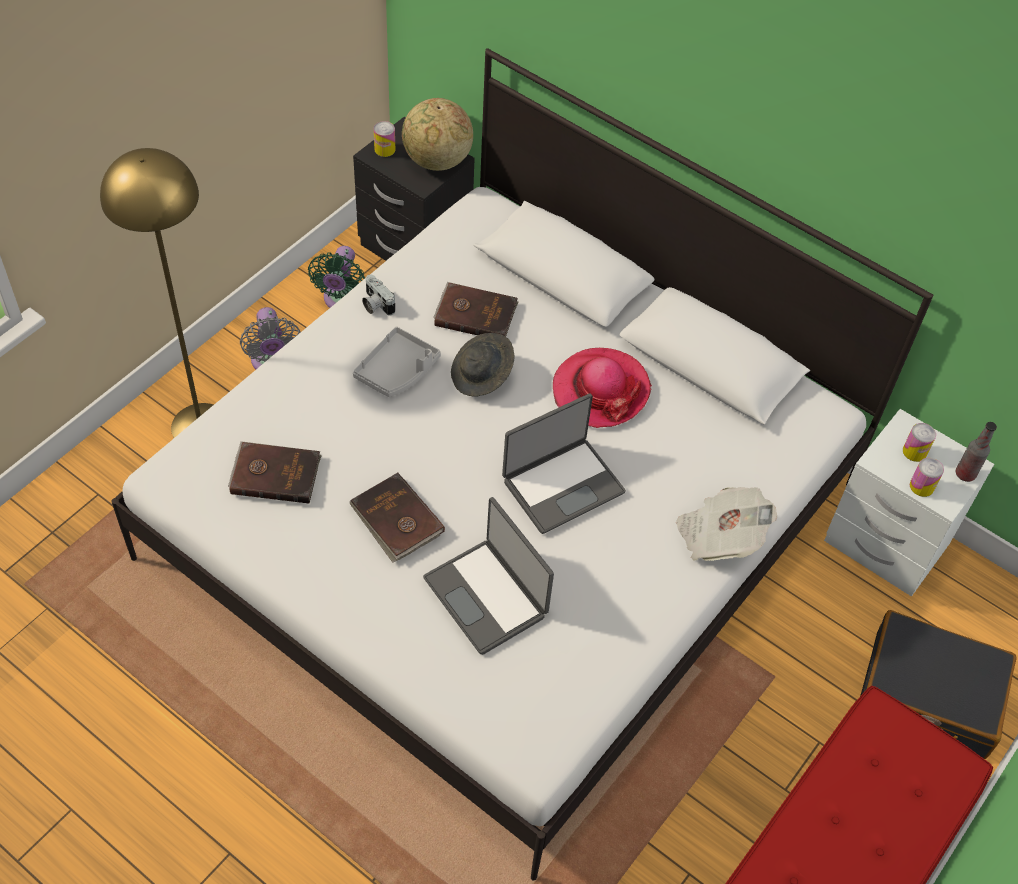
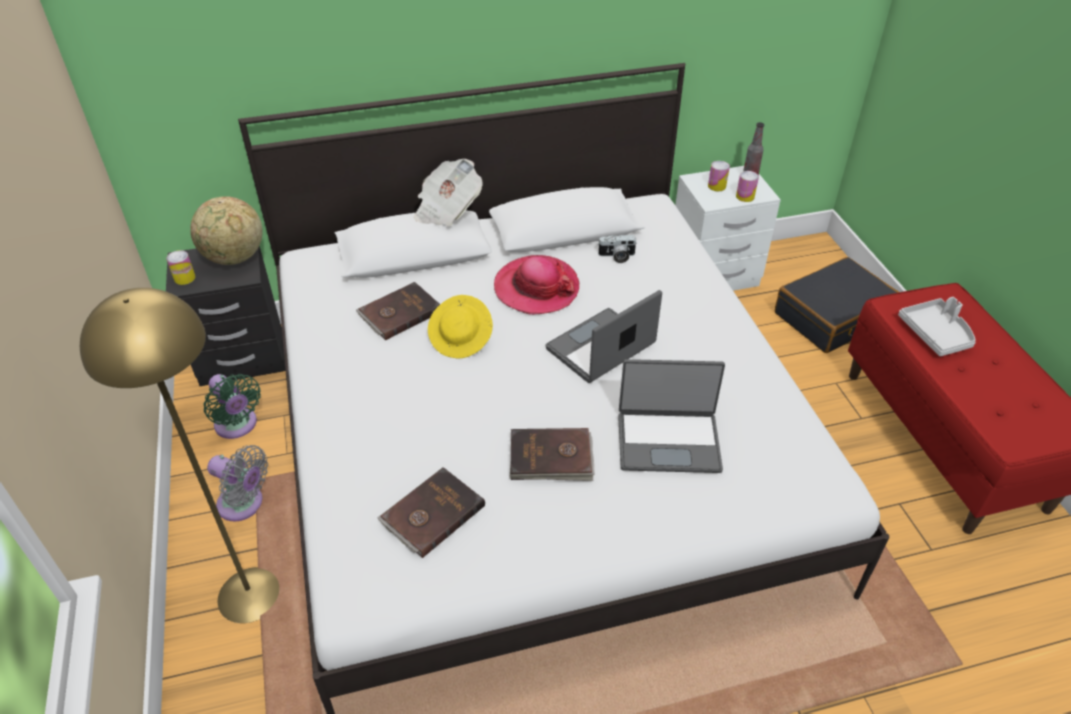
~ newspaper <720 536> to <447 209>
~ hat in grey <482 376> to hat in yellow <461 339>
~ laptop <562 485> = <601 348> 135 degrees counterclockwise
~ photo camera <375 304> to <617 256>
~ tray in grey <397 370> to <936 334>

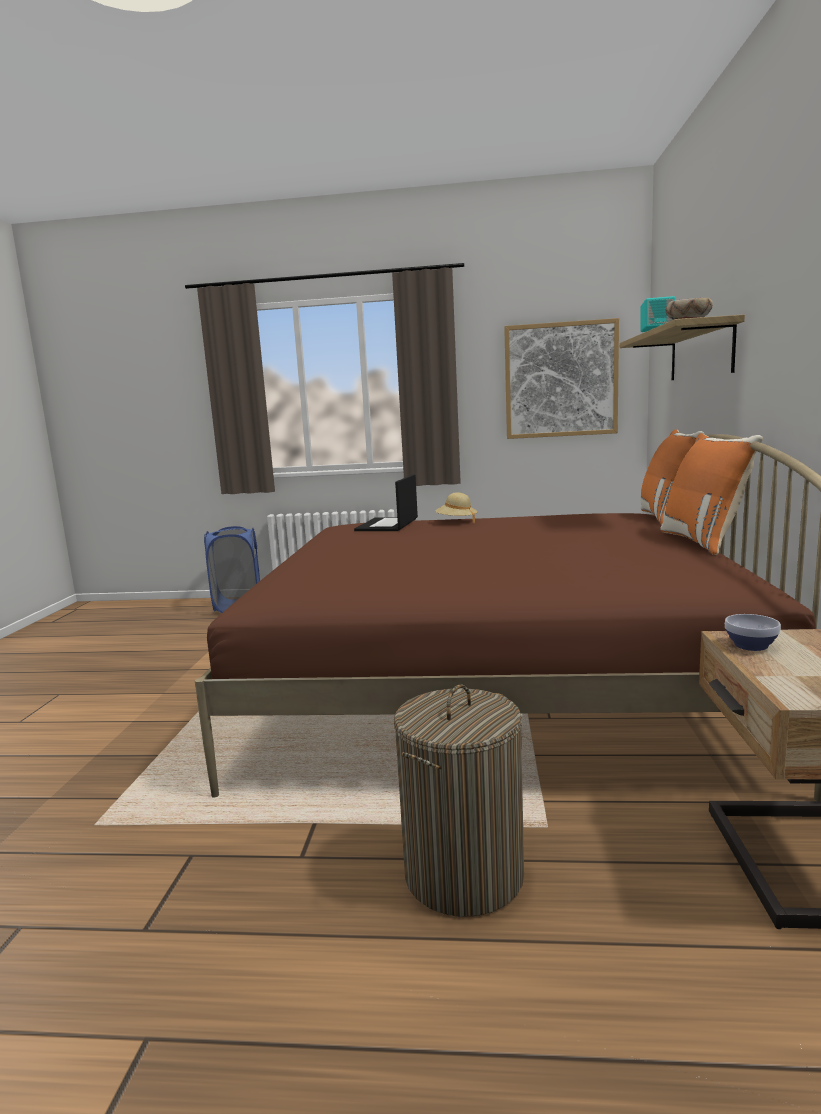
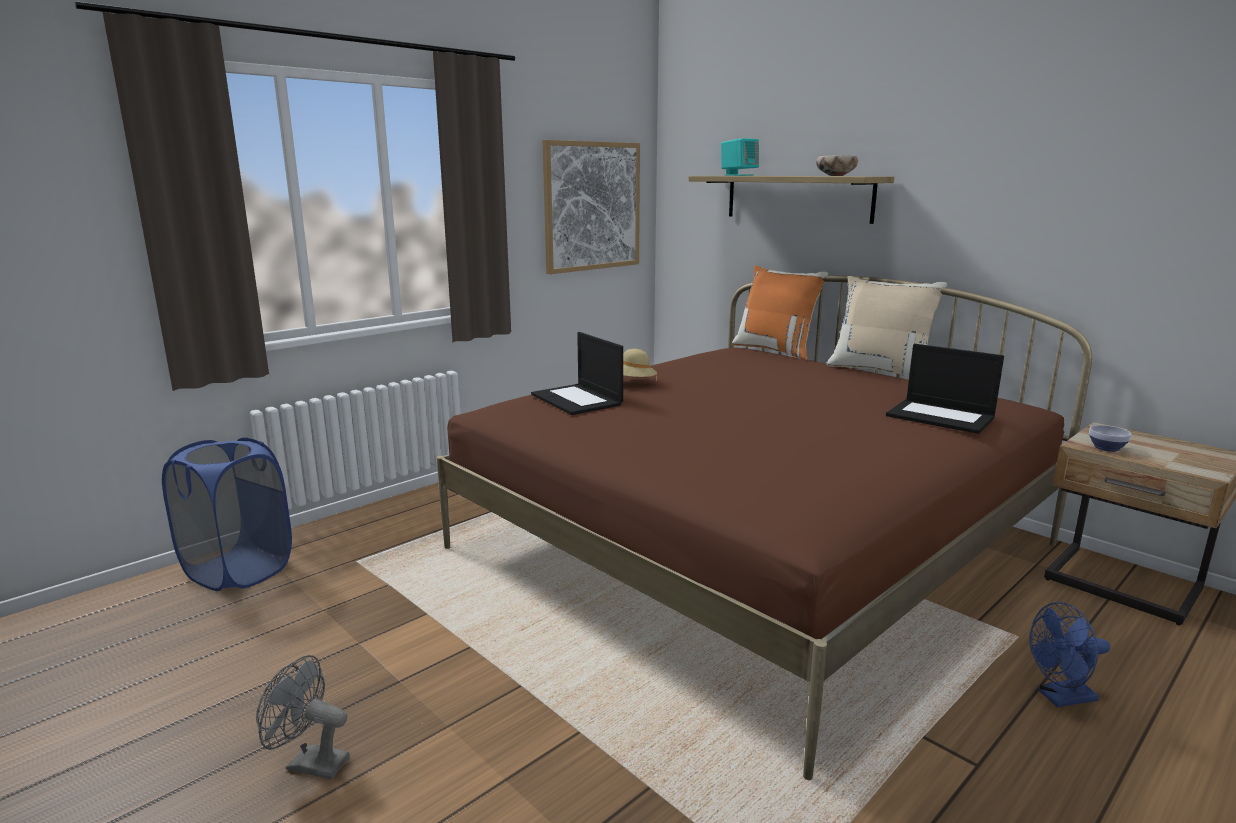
+ fan in grey <309 763>
~ pillow in orange <705 541> to pillow in beige <881 371>
+ laptop <941 416>
~ laundry basket <464 874> to fan in blue <1060 698>

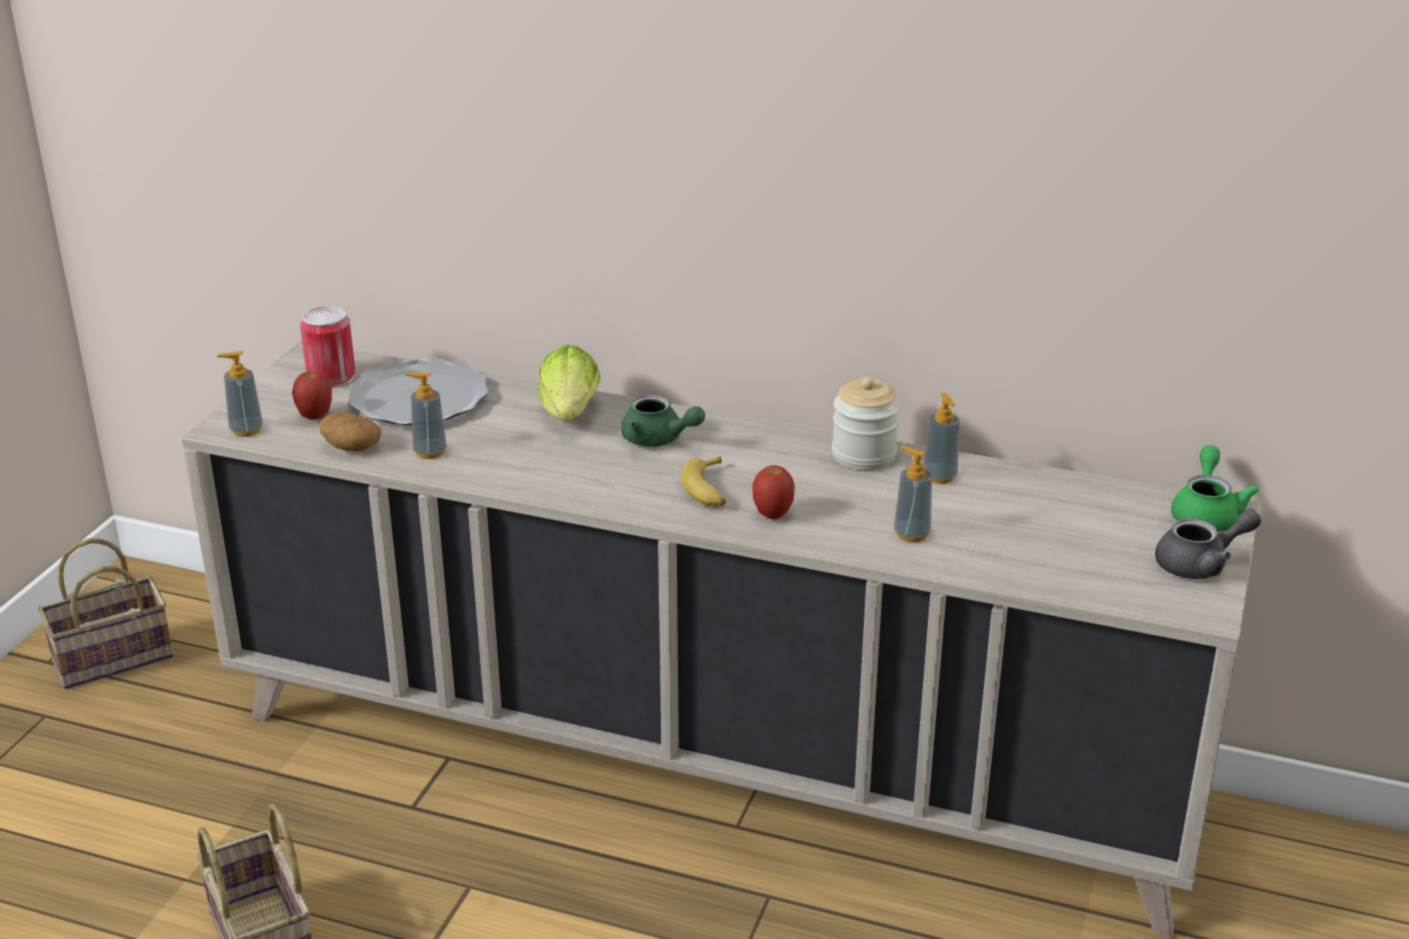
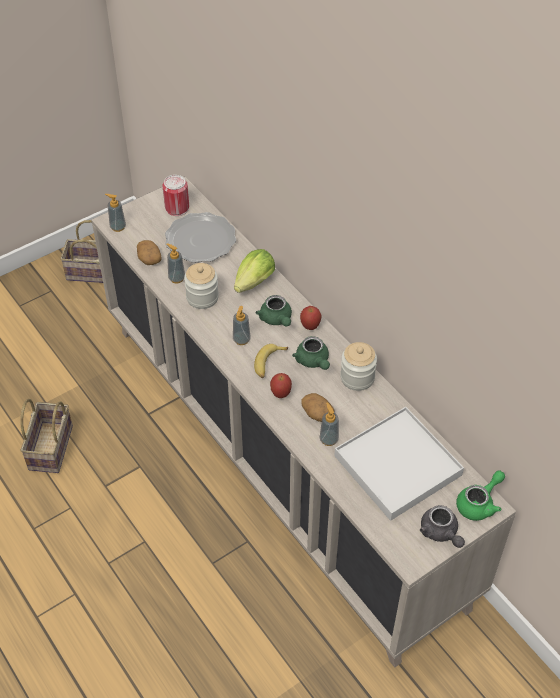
+ jar <202 297>
~ soap dispenser <939 477> to <241 339>
+ teapot in green <313 361>
~ apple <315 417> to <310 326>
+ potato <316 413>
+ tray in white <397 465>
~ teapot in grey <1201 564> = <440 533> 45 degrees clockwise

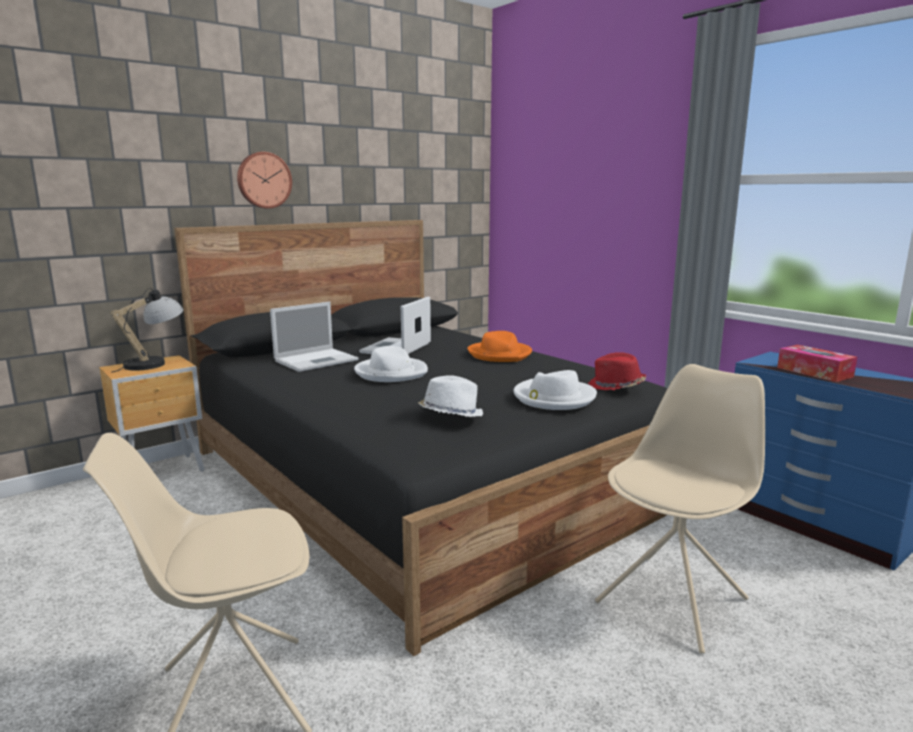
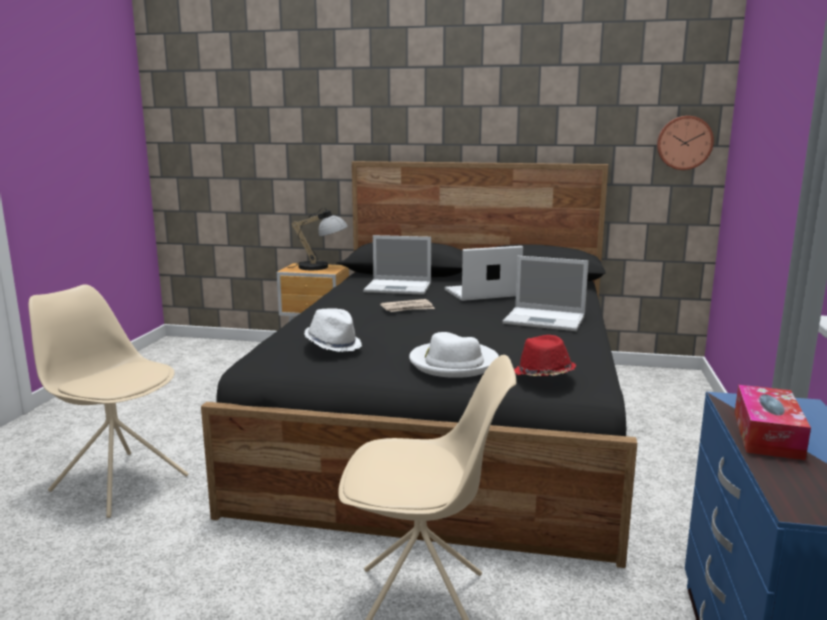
~ hat in white <391 373> to newspaper <408 308>
~ hat in orange <500 354> to laptop <546 320>
~ wall clock <263 180> to <684 143>

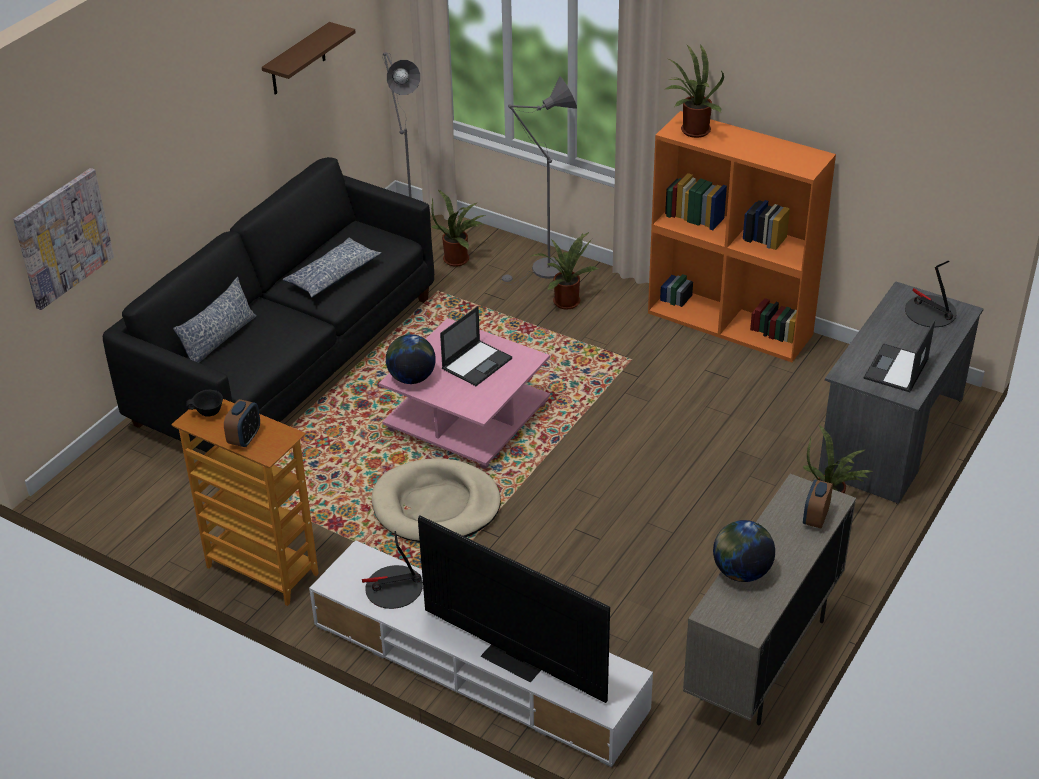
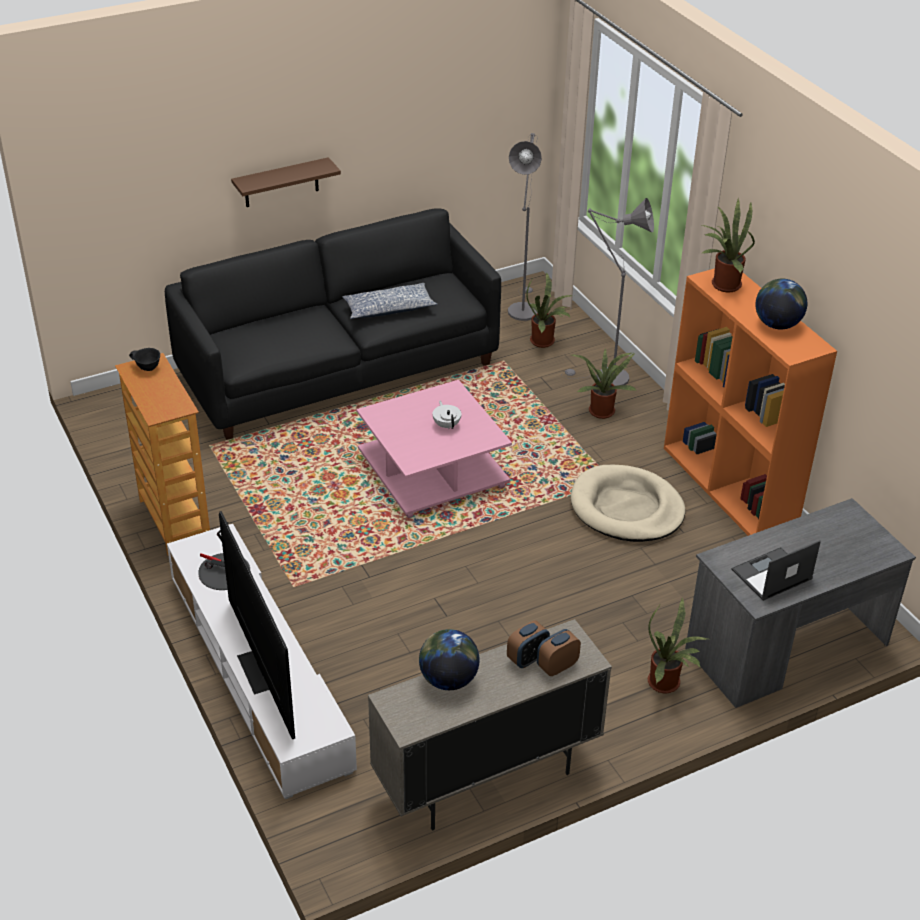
~ shelf in brown <298 60> to <281 183>
~ laptop <477 363> to teapot in white <446 425>
~ alarm clock <245 438> to <527 658>
~ dog bed in beige <436 506> to <626 508>
~ globe <411 378> to <777 324>
- picture <63 238>
- pillow <218 340>
- table lamp <930 313>

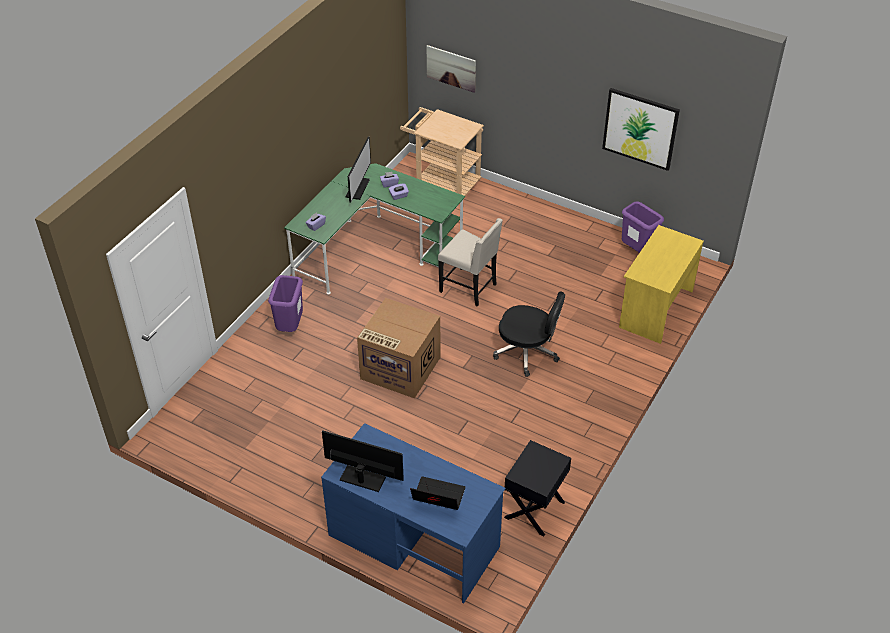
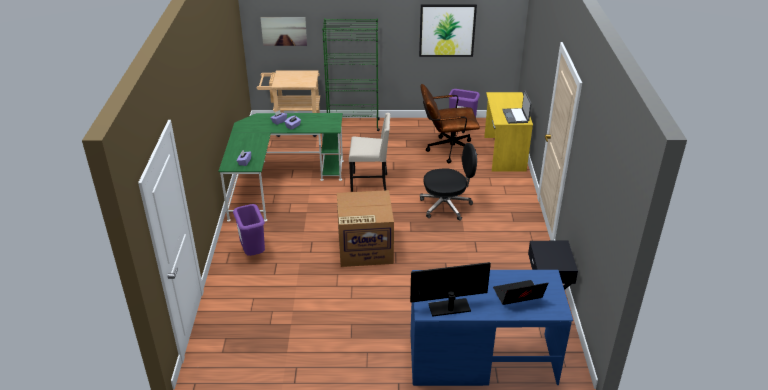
+ bookcase in green <353 125>
+ office chair in brown <447 150>
+ laptop <516 116>
- monitor <357 188>

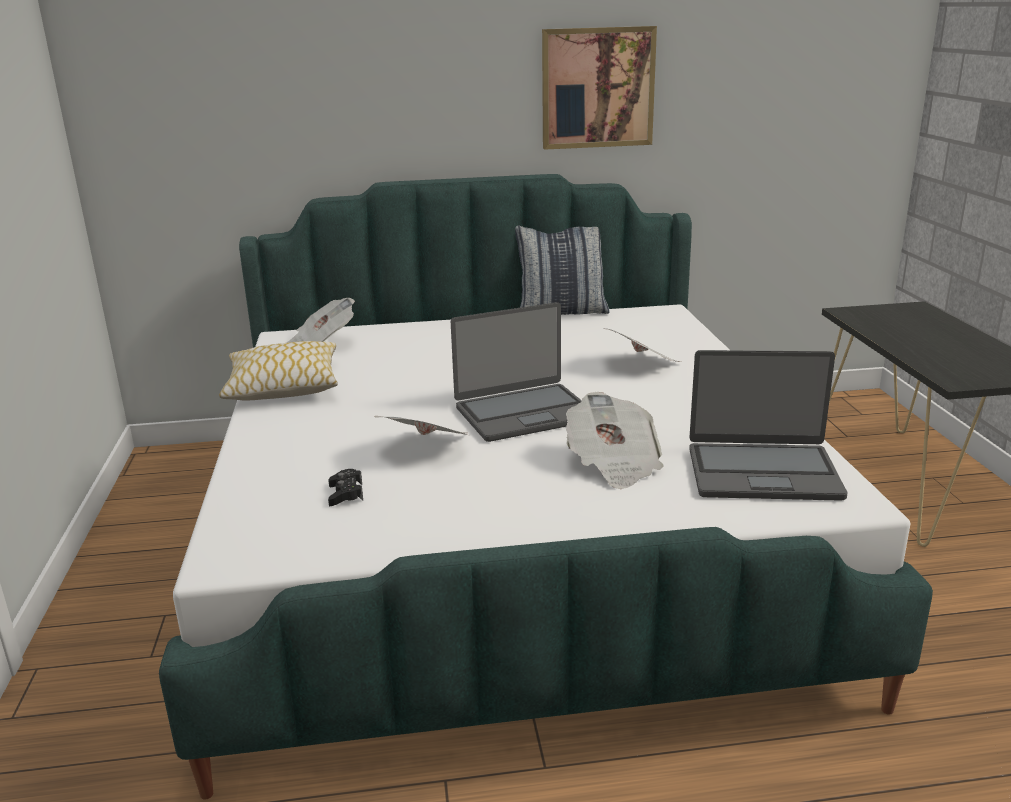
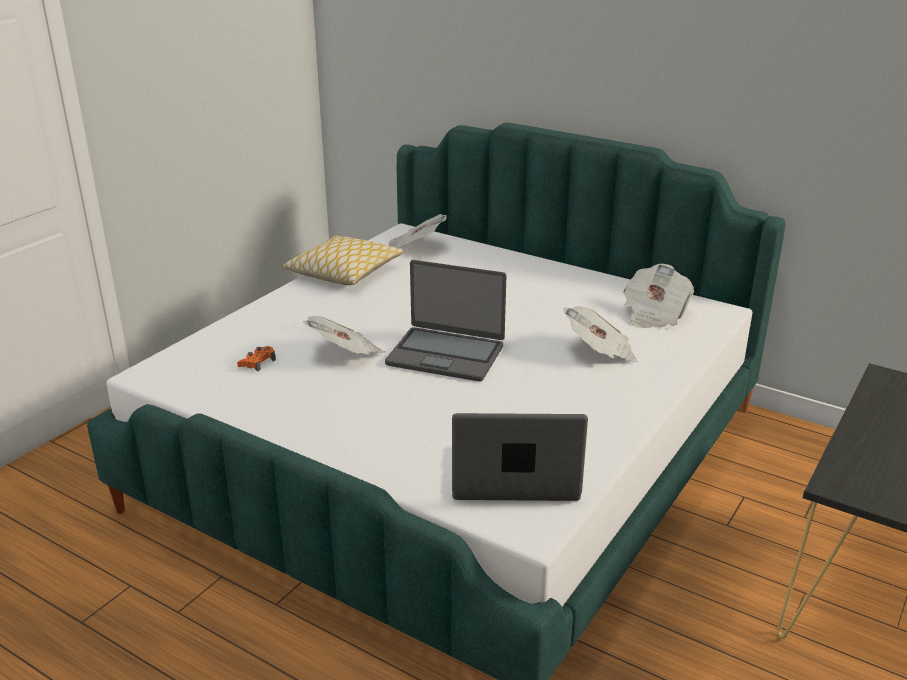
~ game controller in black <346 494> to game controller in orange <257 363>
~ laptop <762 472> = <514 475> 135 degrees clockwise
~ newspaper <613 464> to <654 314>
- pillow <561 313>
- picture <597 88>

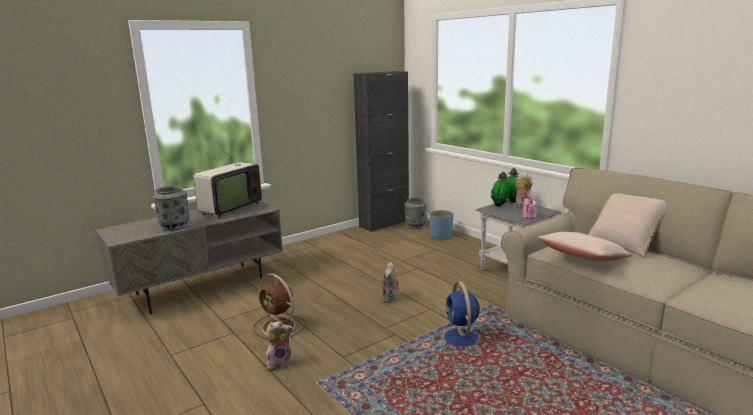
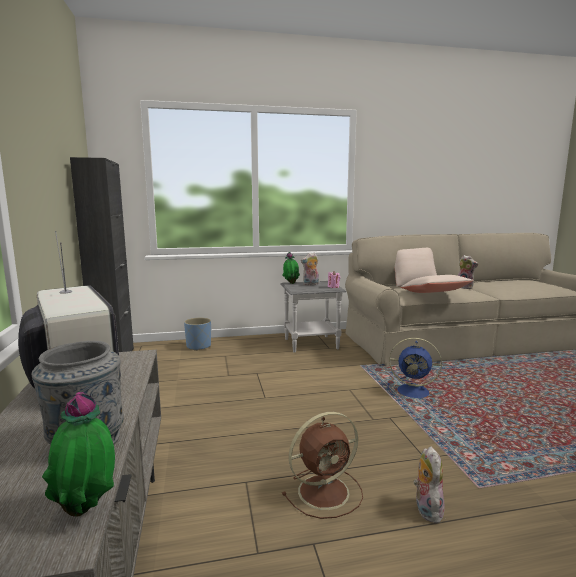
~ potted plant <500 206> to <87 509>
~ plush toy <391 299> to <465 287>
- vase in grey <415 226>

